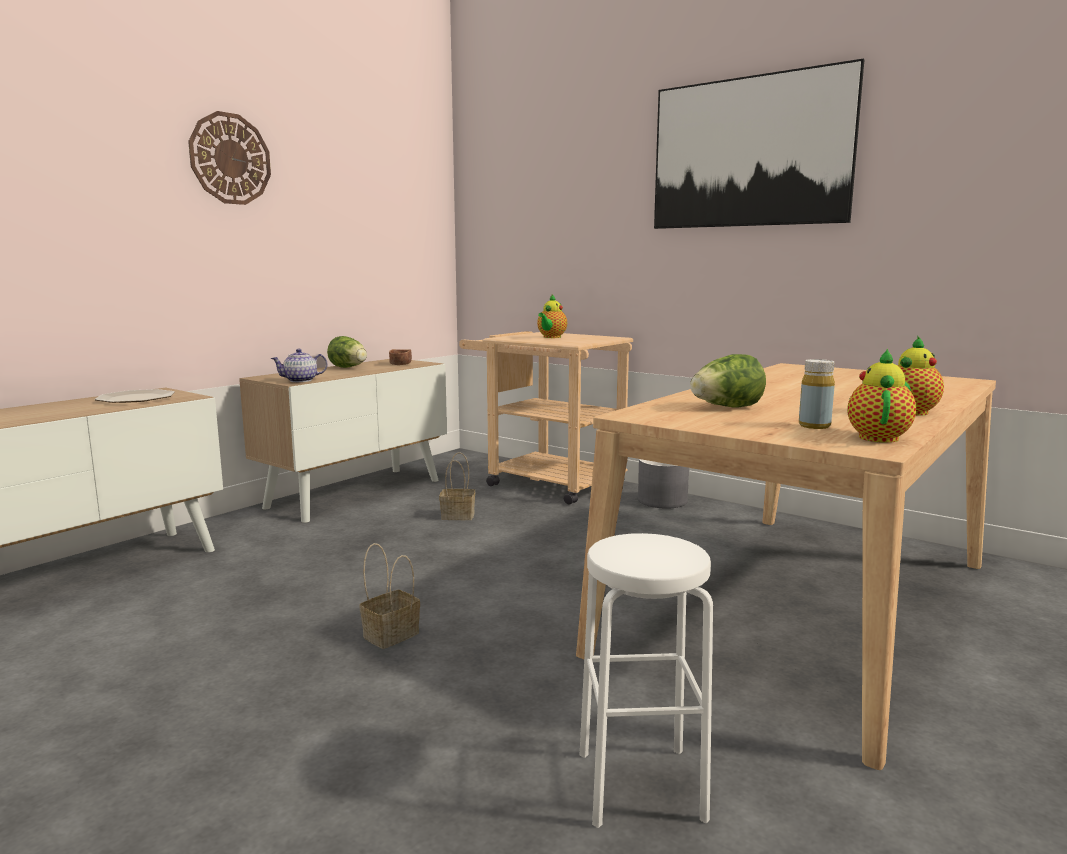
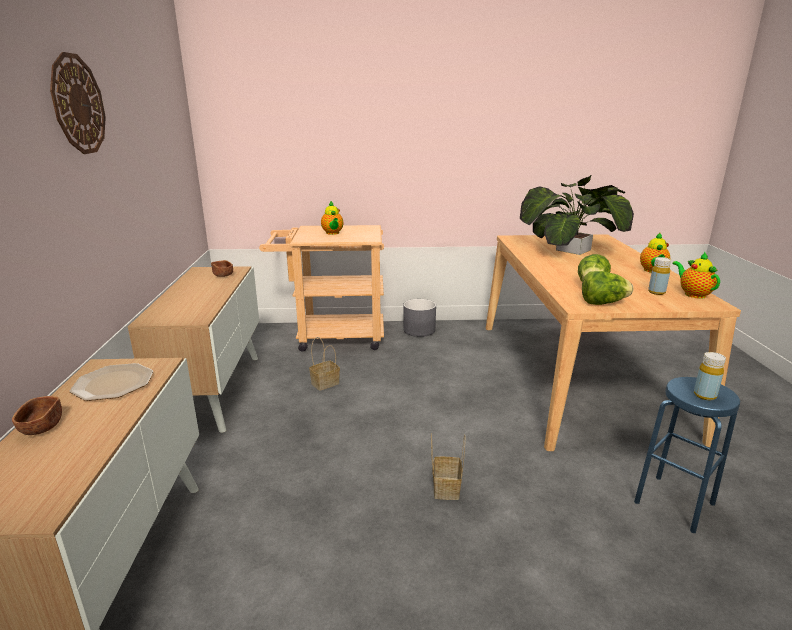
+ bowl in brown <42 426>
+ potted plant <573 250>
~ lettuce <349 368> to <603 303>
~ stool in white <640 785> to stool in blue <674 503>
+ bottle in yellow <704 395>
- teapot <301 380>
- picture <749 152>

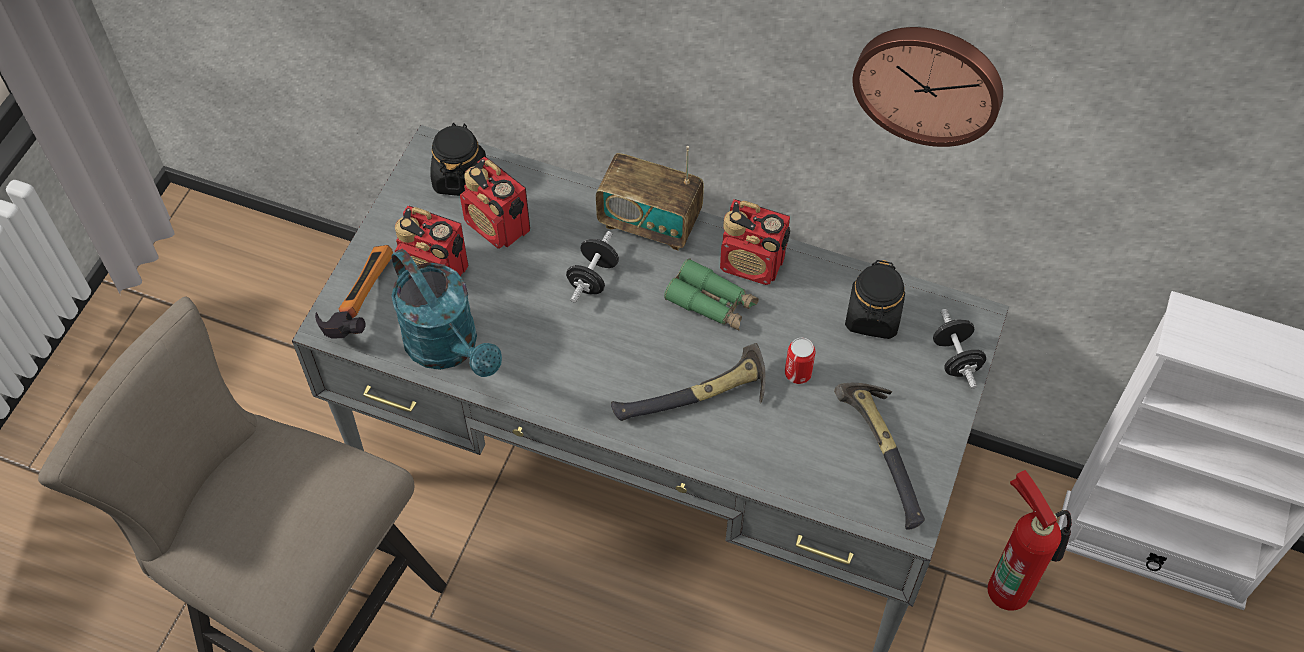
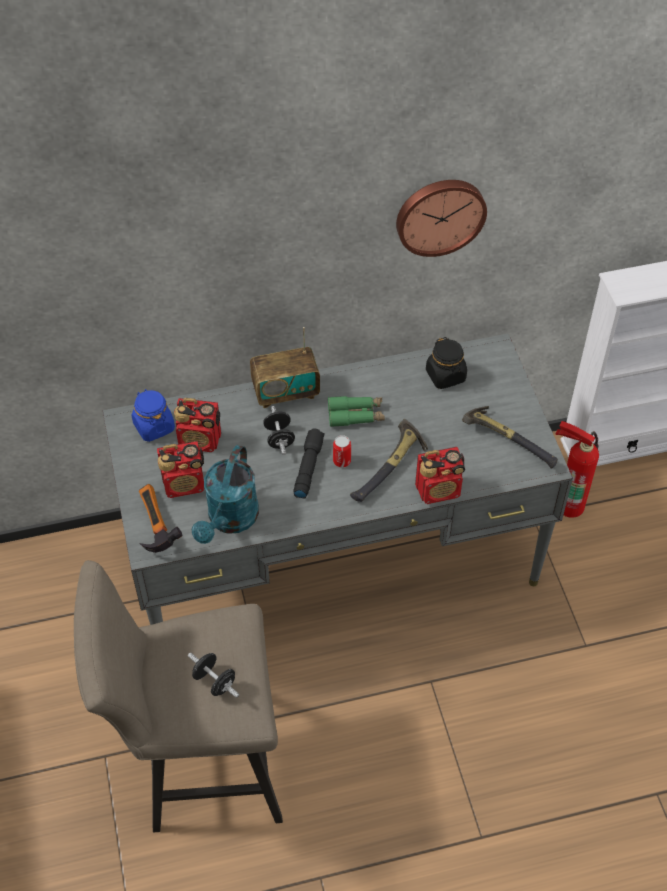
~ jar in black <460 178> to jar in blue <154 426>
~ dumbbell in black <955 358> to <214 681>
~ watering can in turquoise <449 348> = <230 520> 90 degrees clockwise
+ flashlight in black <308 467>
~ can <798 373> to <342 461>
~ radio <752 264> to <439 490>

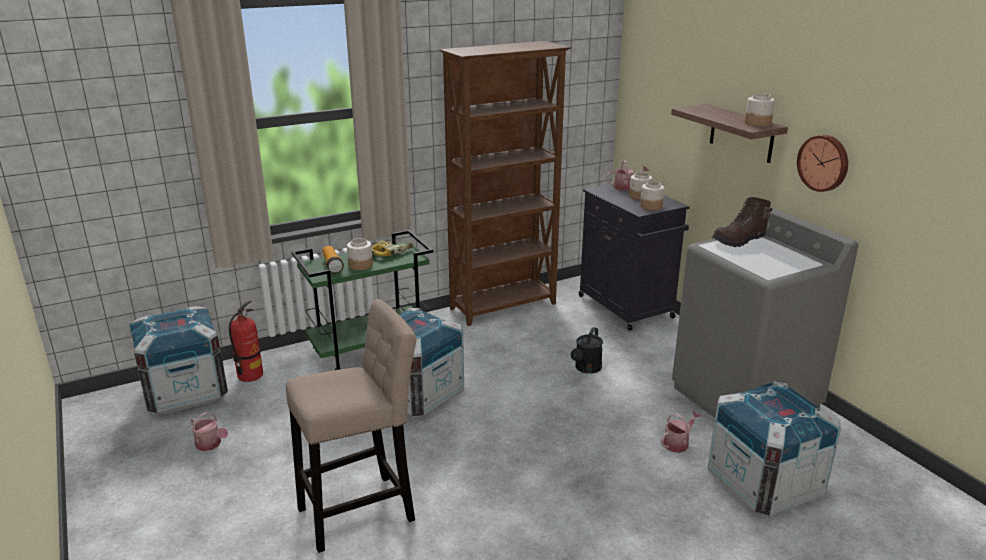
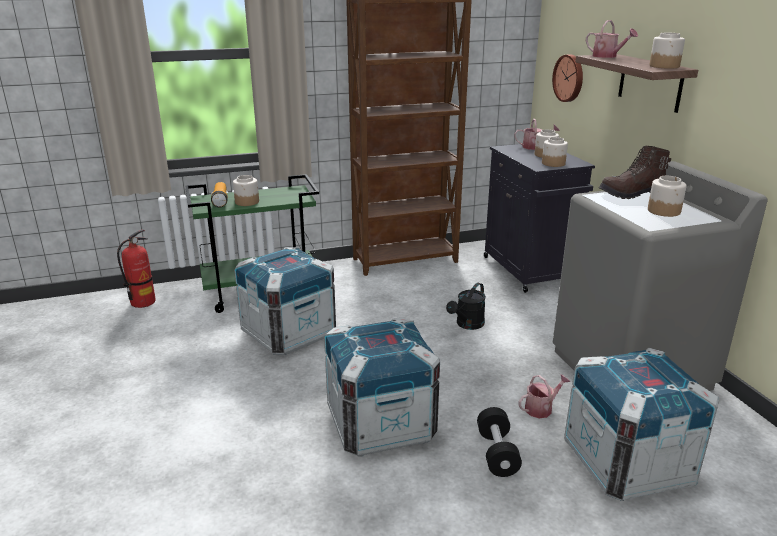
~ crate <185 392> to <380 424>
+ dumbbell in black <497 453>
~ wall clock <824 163> to <569 78>
~ watering can <210 445> to <607 56>
+ jar <664 211>
- stool in beige <362 511>
- power drill <388 251>

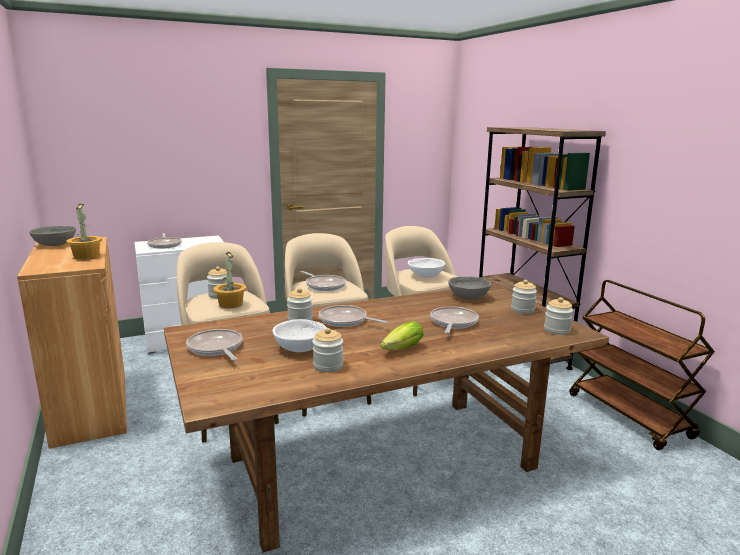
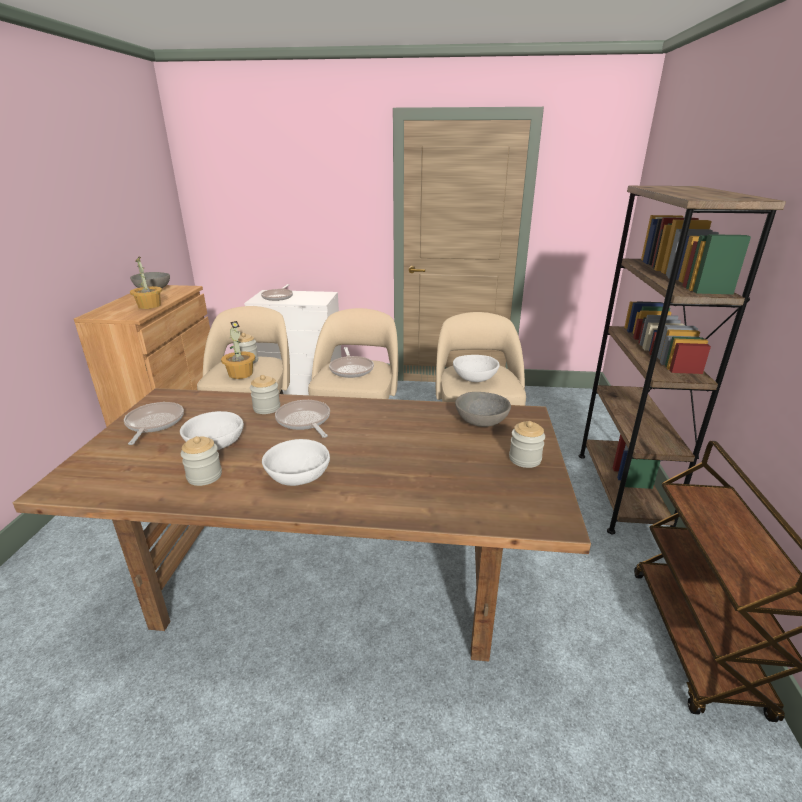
~ lettuce <400 350> to bowl in white <299 477>
- frying pan <453 323>
- jar <557 330>

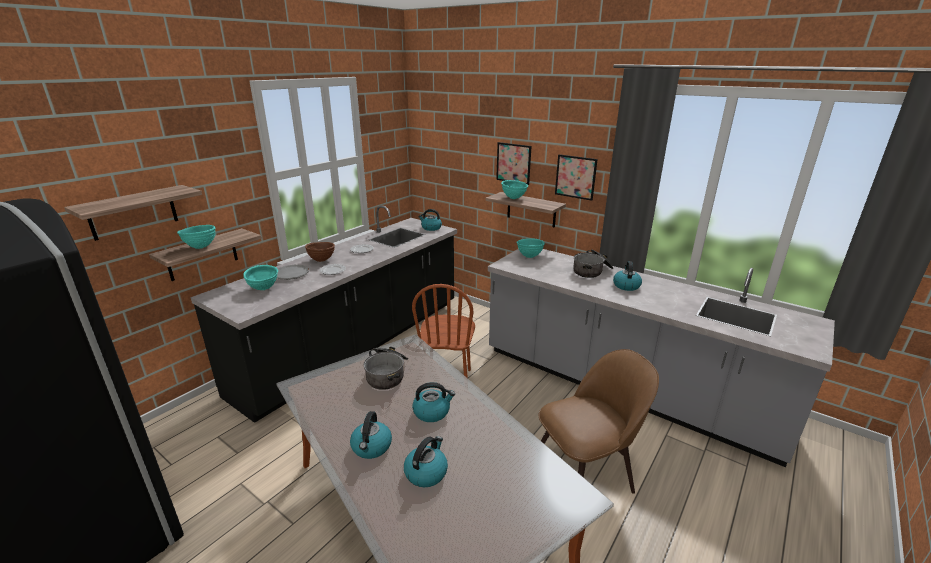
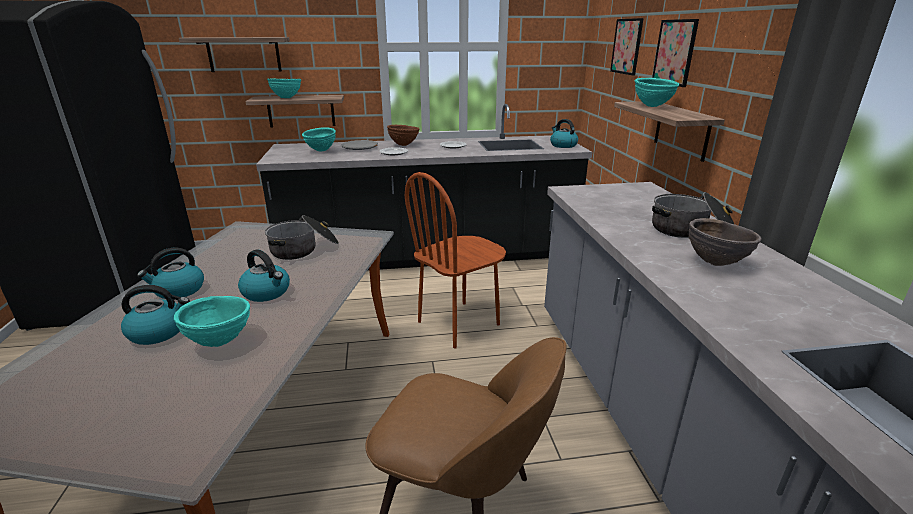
~ bowl in turquoise <529 256> to <220 342>
~ picture <575 177> to <626 46>
~ kettle <626 285> to bowl in brown <715 263>

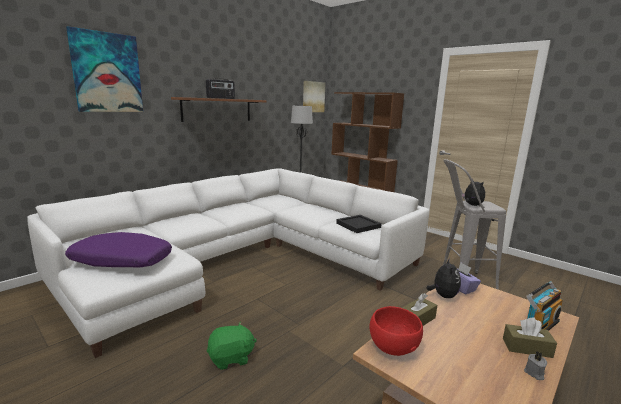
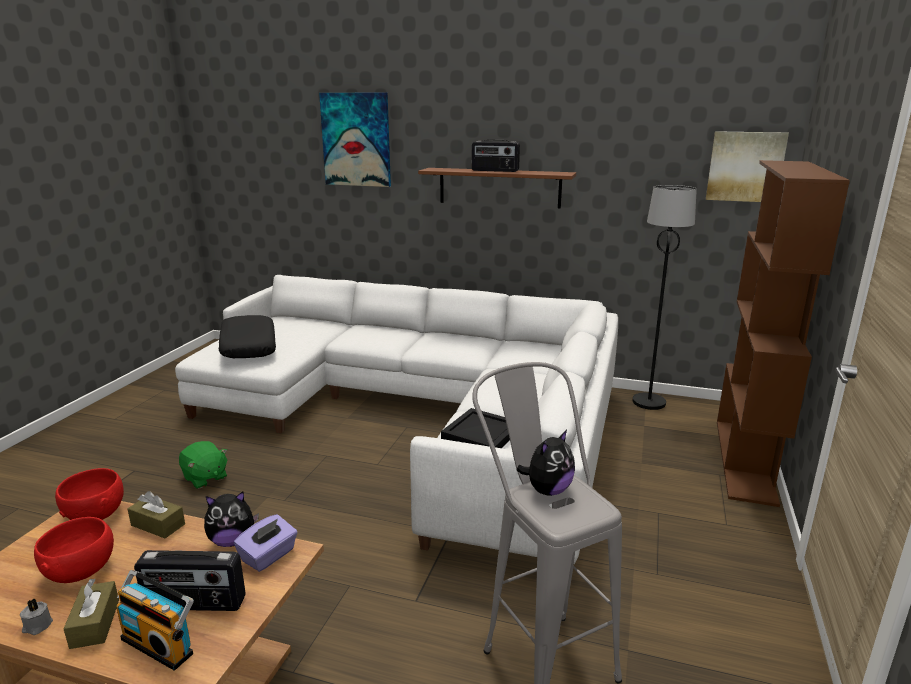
+ bowl in red <81 571>
+ radio <194 604>
~ pillow in purple <121 261> to pillow in black <248 346>

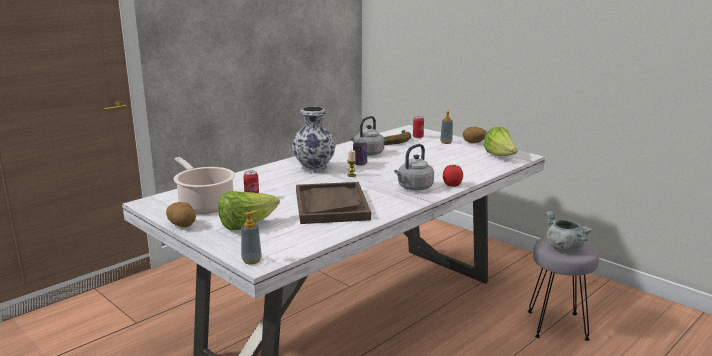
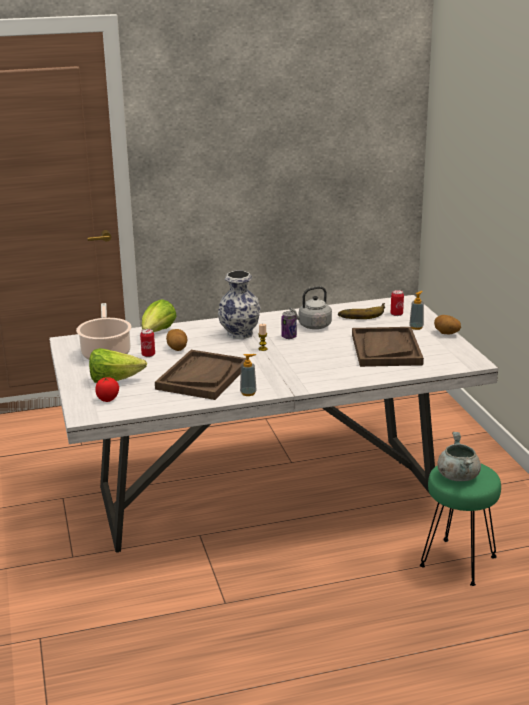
~ tomato <452 185> to <108 399>
~ lettuce <500 157> to <157 333>
~ potato <182 225> to <177 349>
~ soap dispenser <251 260> to <248 393>
+ tray in brown <386 349>
~ stool in grey <556 326> to stool in green <457 562>
- kettle in grey <413 188>

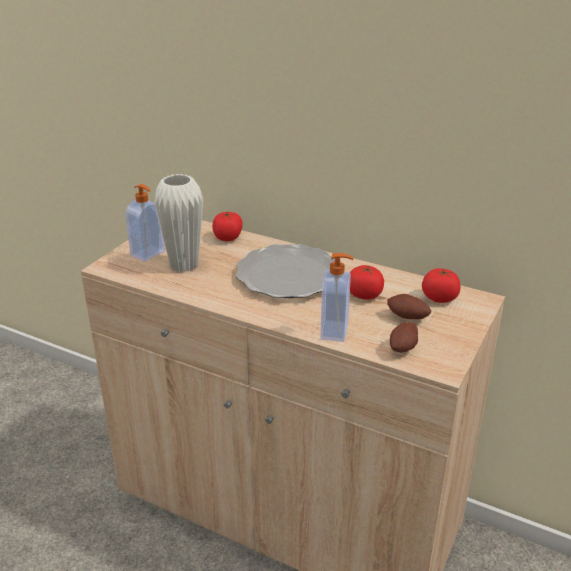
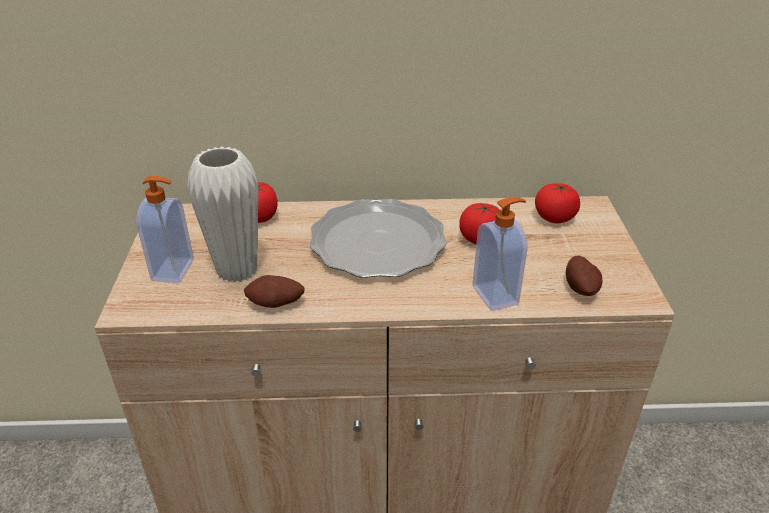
~ potato <407 318> to <275 305>

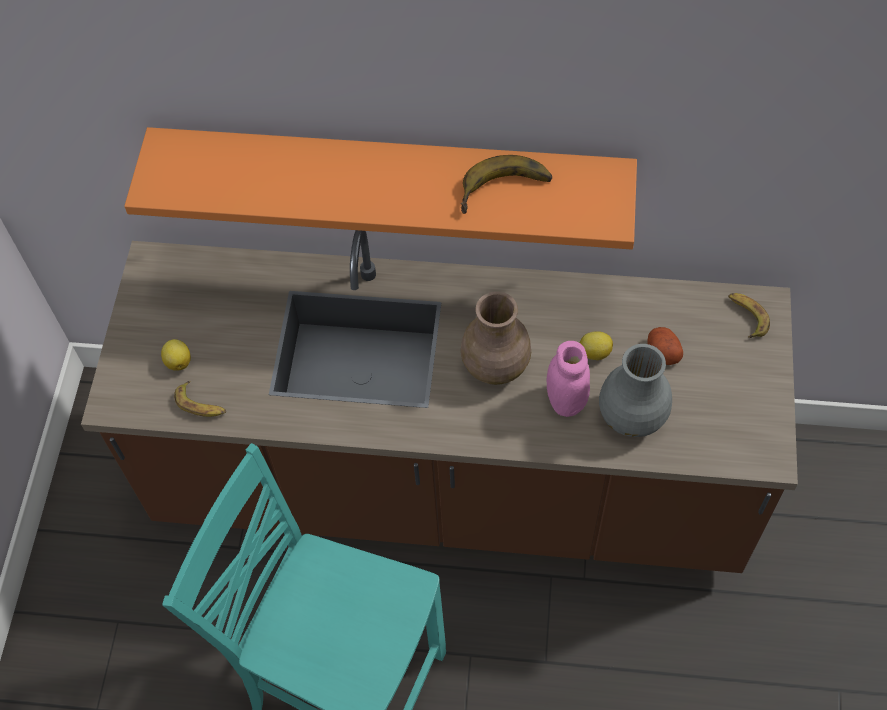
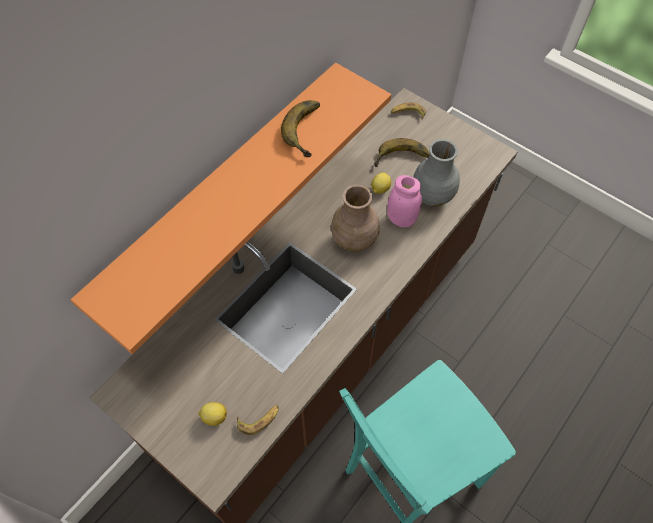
~ potato <662 352> to banana <402 160>

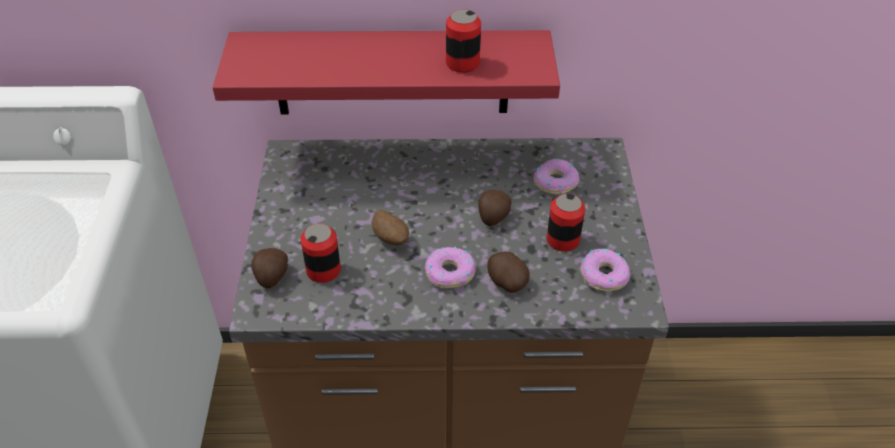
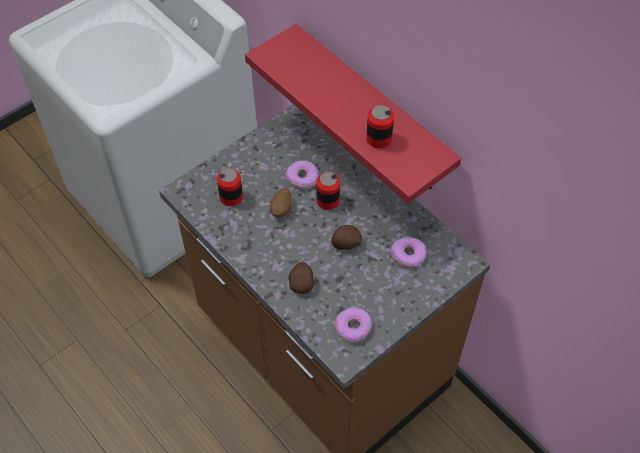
~ donut <450 273> to <302 178>
~ can <563 240> to <328 201>
- potato <271 277>

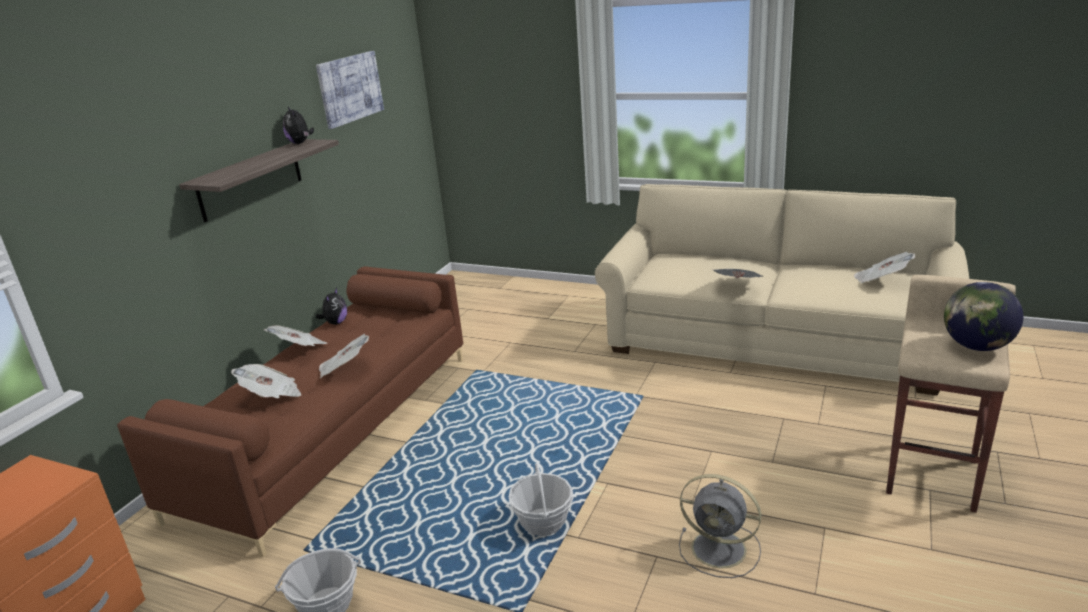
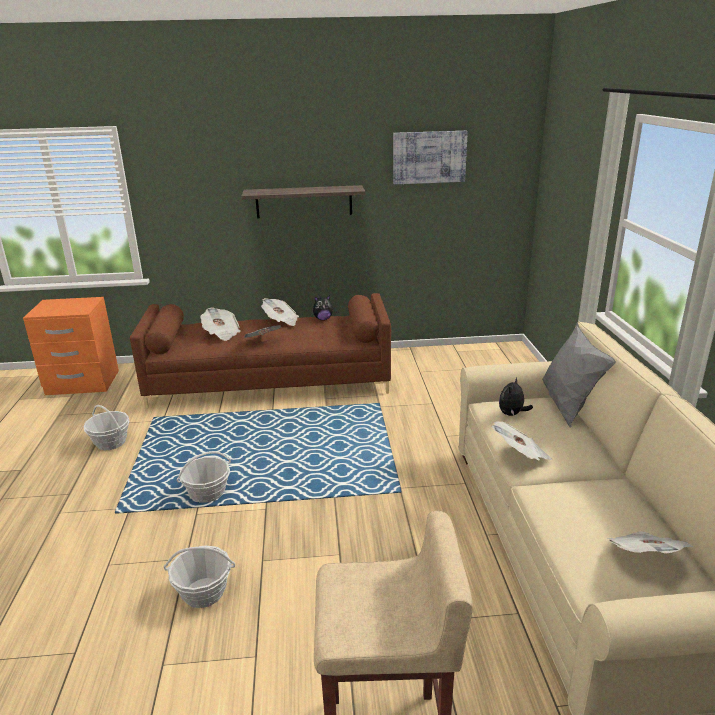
~ fan in grey <721 549> to basket <203 592>
~ plush toy <300 143> to <512 414>
+ pillow in grey <567 408>
- globe <977 347>

